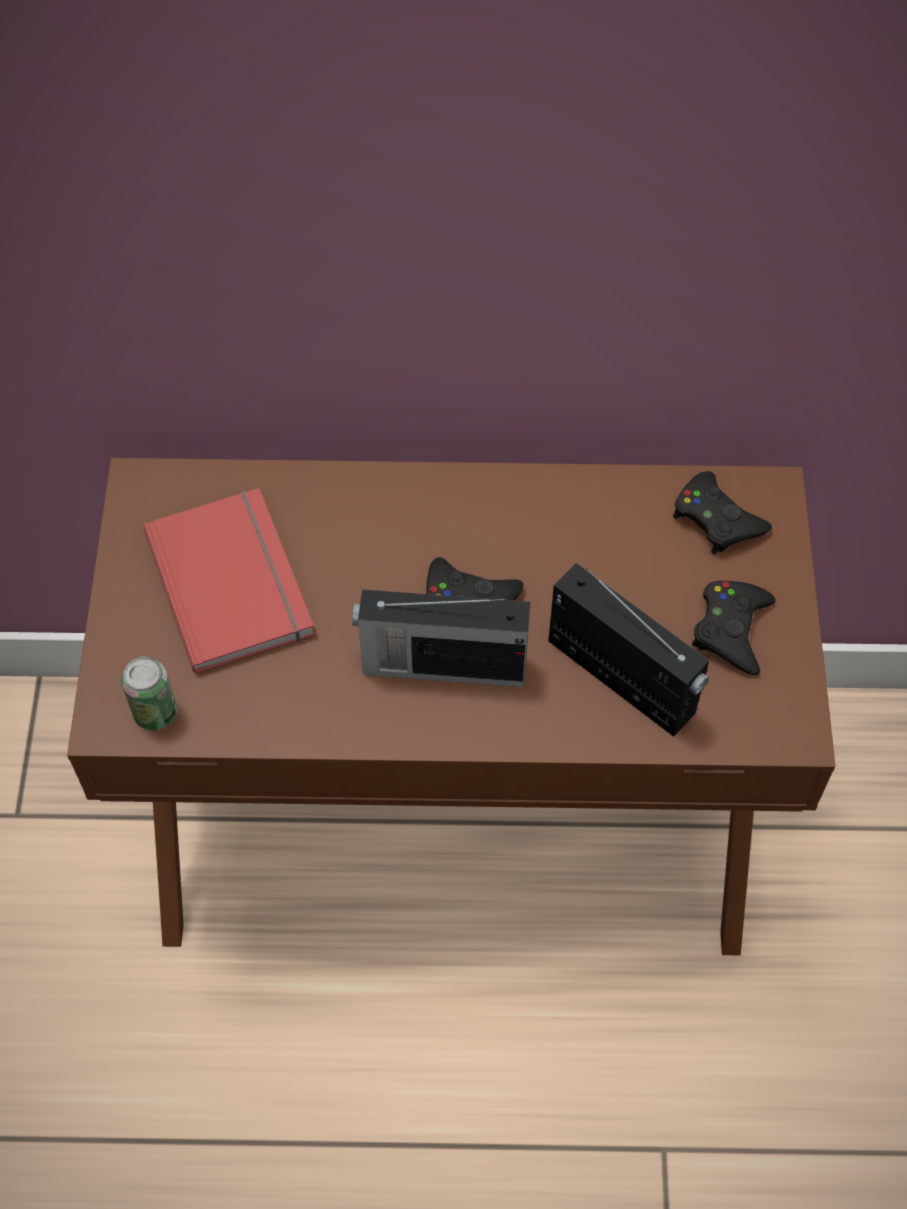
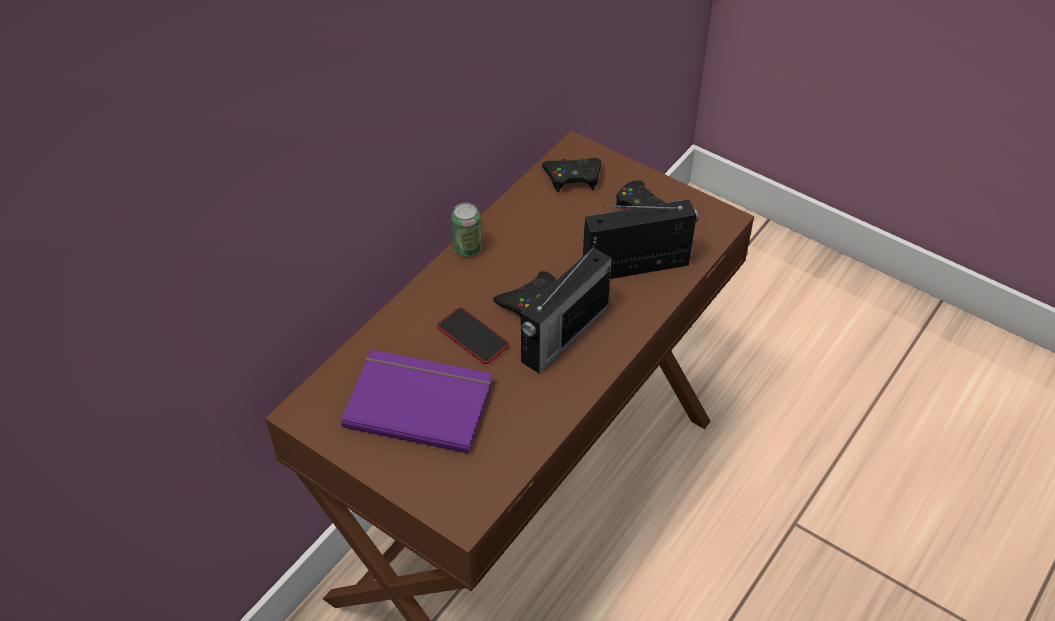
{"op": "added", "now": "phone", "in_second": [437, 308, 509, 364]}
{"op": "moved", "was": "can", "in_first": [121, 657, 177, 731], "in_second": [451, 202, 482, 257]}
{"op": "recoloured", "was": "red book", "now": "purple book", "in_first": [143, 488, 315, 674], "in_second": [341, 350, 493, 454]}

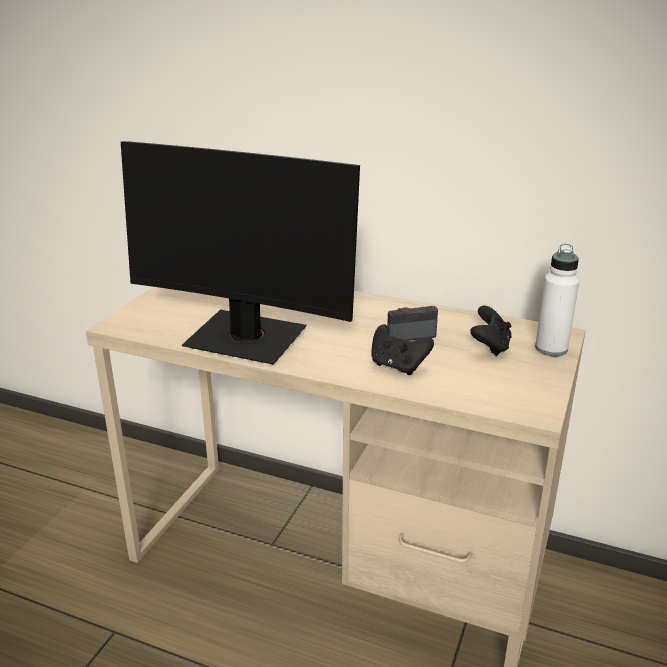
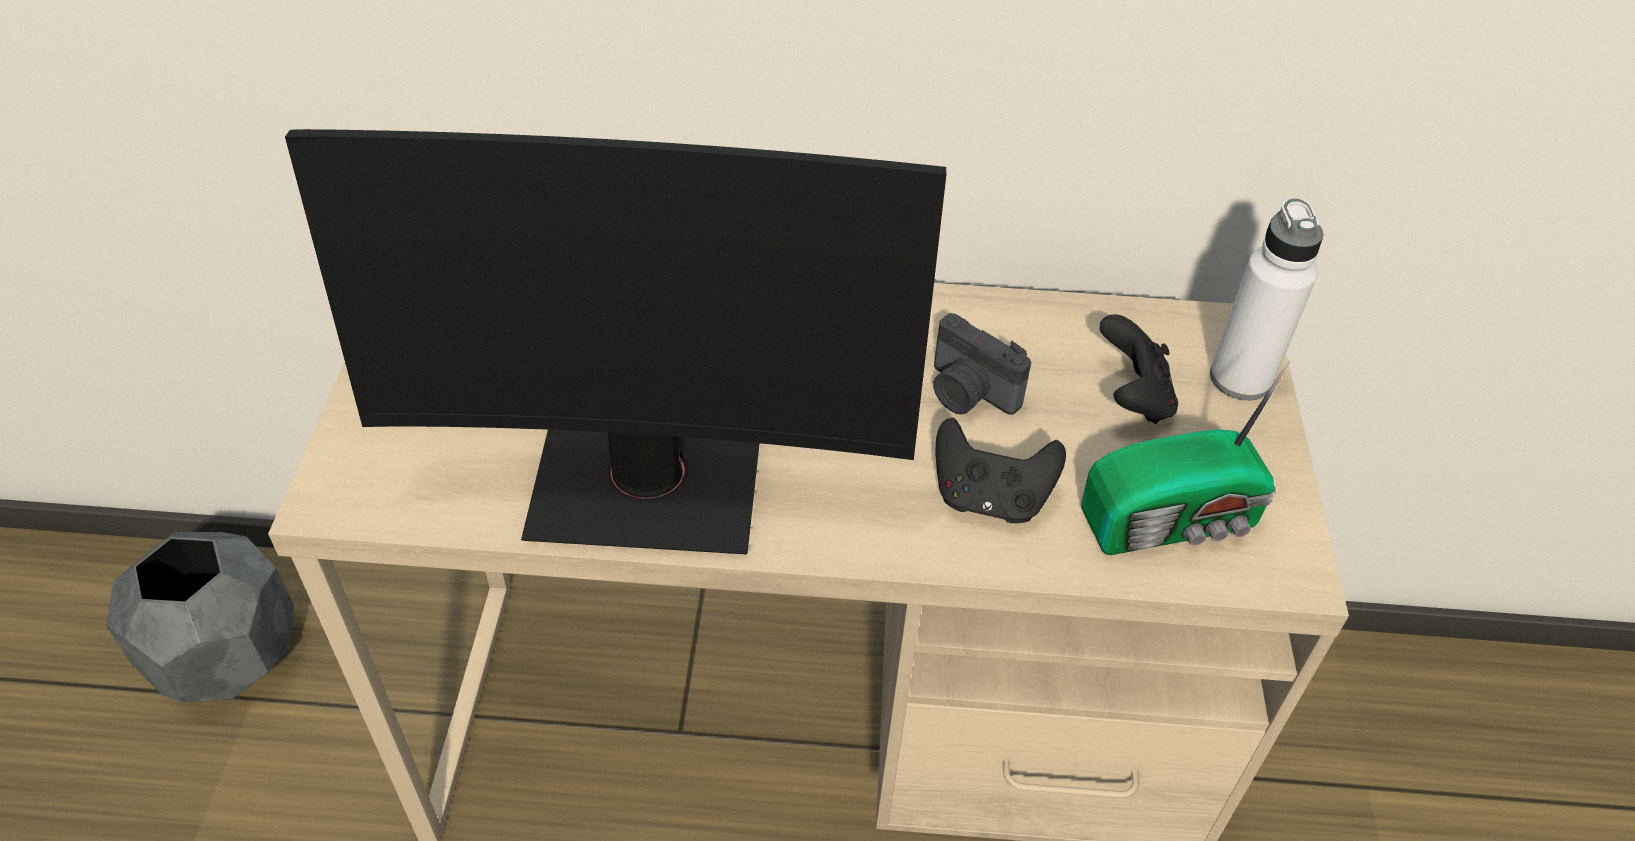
{"op": "added", "now": "grey planter", "in_second": [106, 532, 294, 703]}
{"op": "added", "now": "radio", "in_second": [1081, 362, 1290, 555]}
{"op": "turned", "was": "photo camera", "in_first": [387, 306, 438, 341], "in_second": [933, 313, 1031, 415], "clockwise": -105}

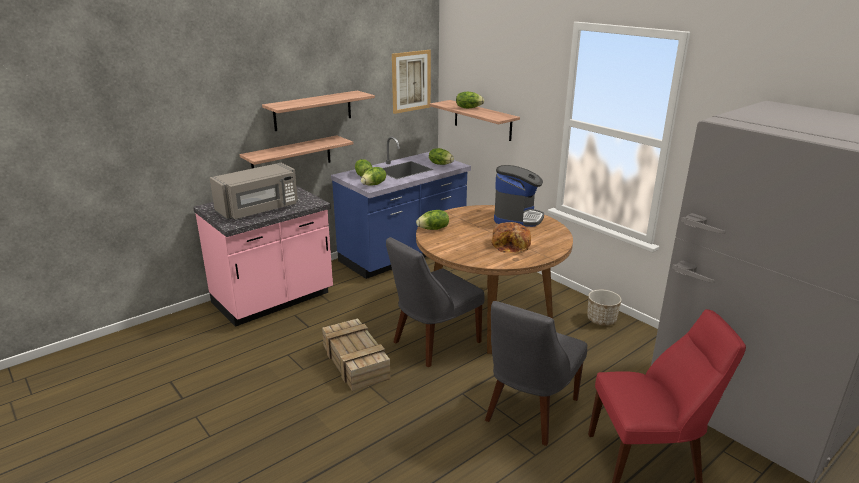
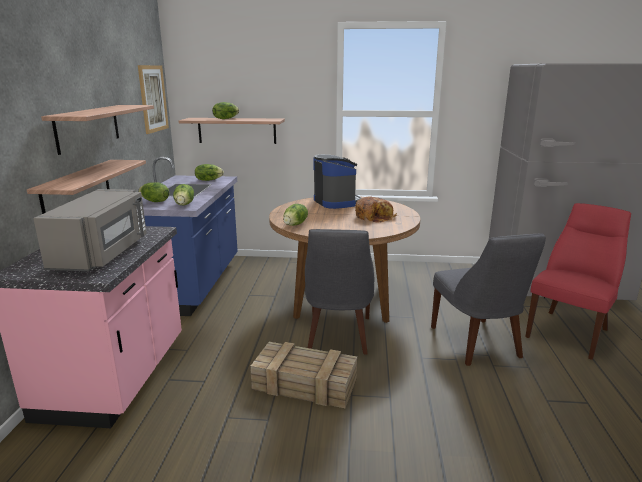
{"op": "removed", "was": "planter", "in_first": [587, 290, 622, 326]}

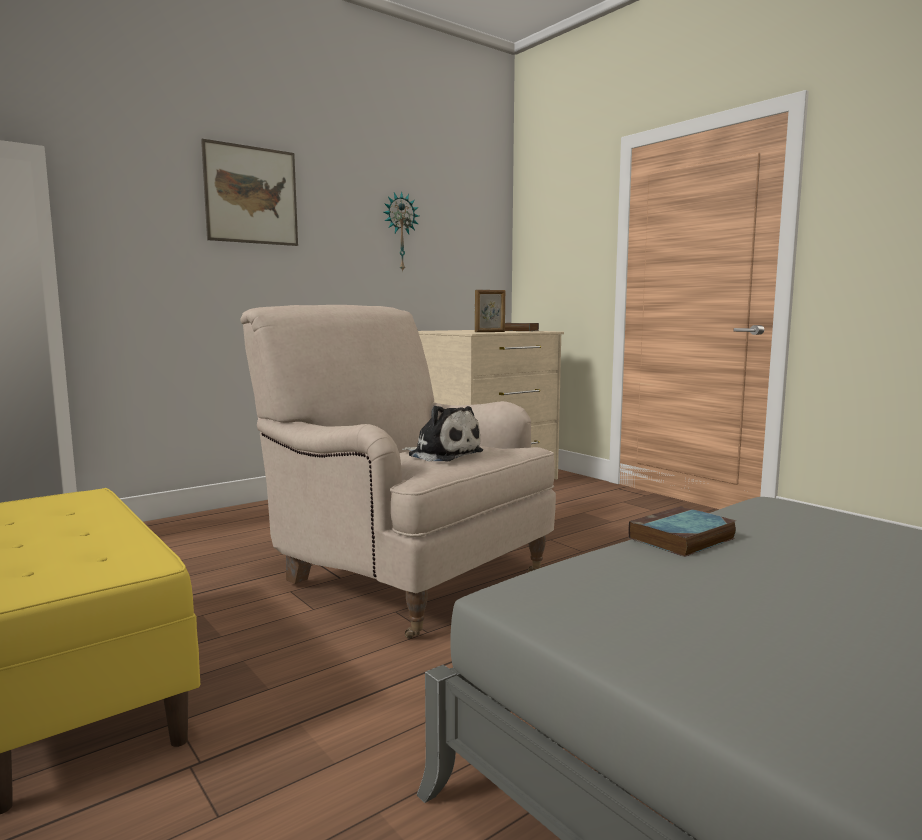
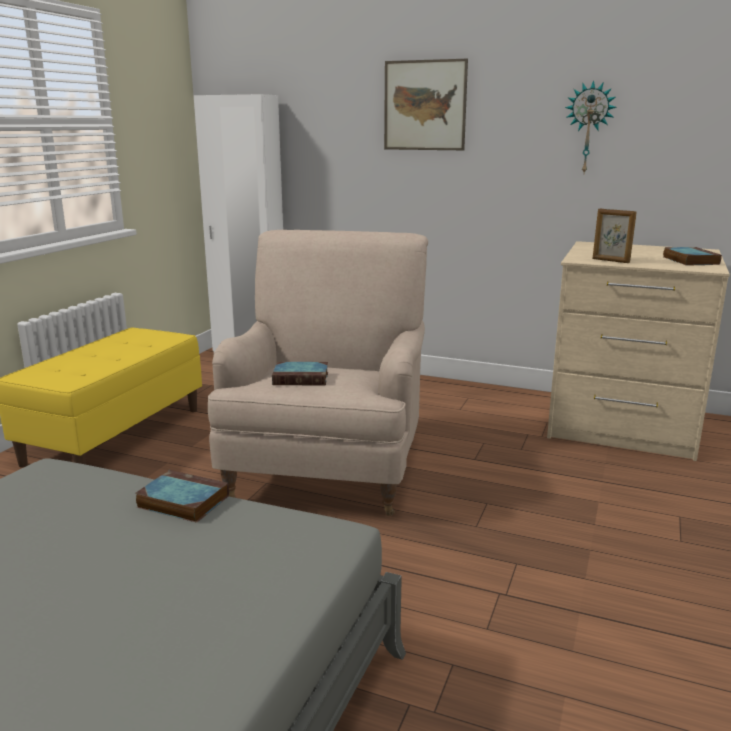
{"op": "replaced", "was": "plush toy", "now": "book", "in_first": [402, 406, 483, 462], "in_second": [272, 362, 328, 385]}

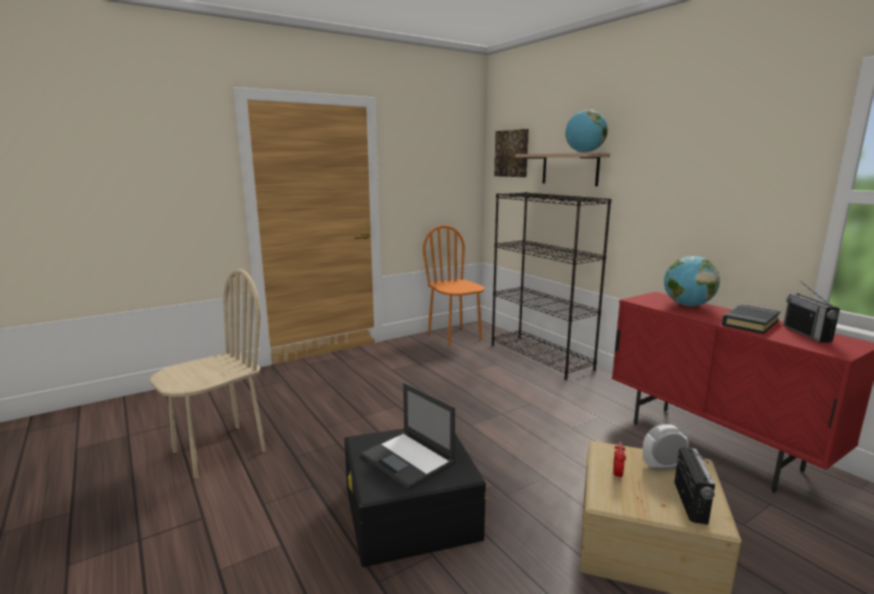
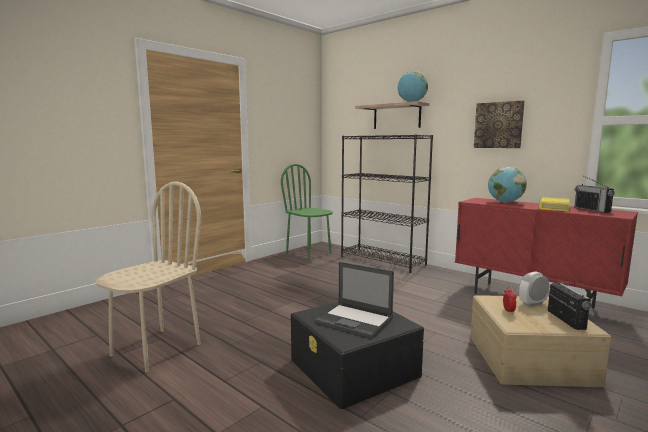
{"op": "moved", "was": "picture", "in_first": [494, 129, 529, 177], "in_second": [474, 100, 524, 148]}
{"op": "recoloured", "was": "orange chair", "now": "green chair", "in_first": [423, 225, 485, 346], "in_second": [281, 164, 333, 260]}
{"op": "recoloured", "was": "black book", "now": "yellow book", "in_first": [722, 304, 781, 334], "in_second": [539, 197, 569, 211]}

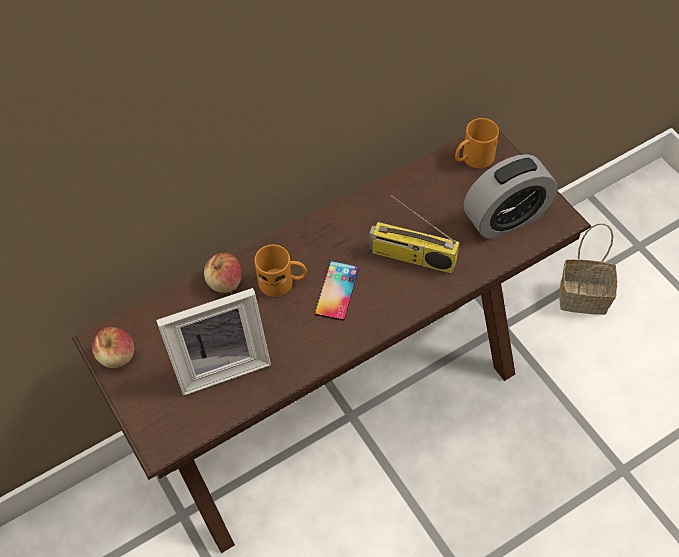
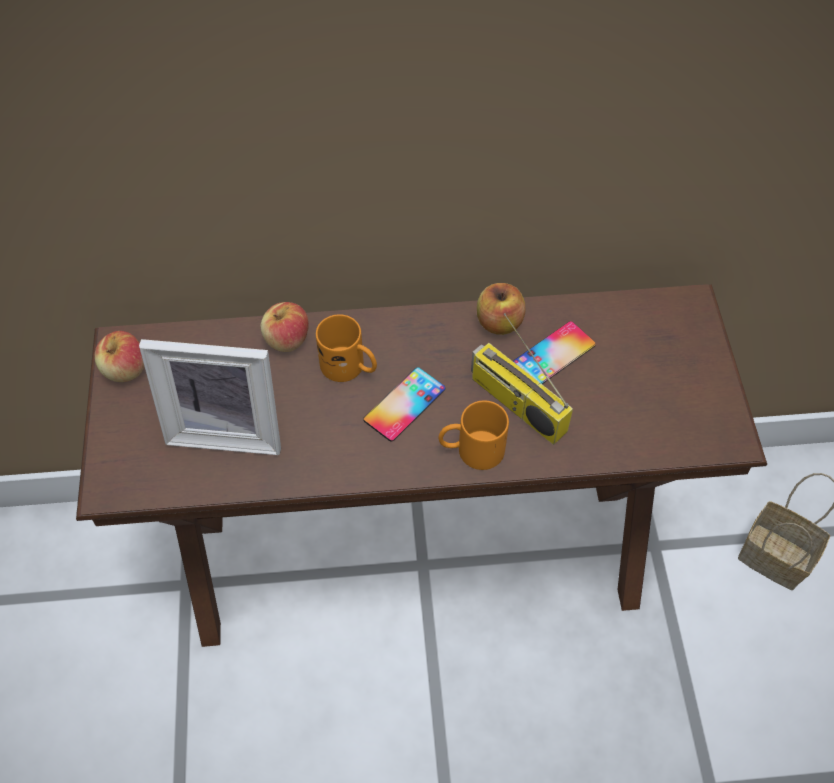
{"op": "removed", "was": "alarm clock", "in_first": [464, 154, 557, 239]}
{"op": "added", "now": "apple", "in_second": [477, 283, 525, 335]}
{"op": "added", "now": "phone", "in_second": [513, 321, 596, 384]}
{"op": "moved", "was": "orange mug", "in_first": [455, 118, 499, 168], "in_second": [439, 401, 509, 470]}

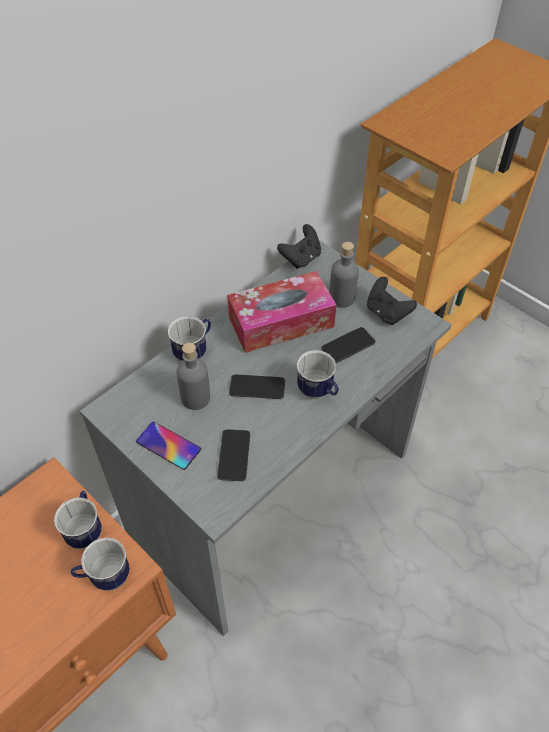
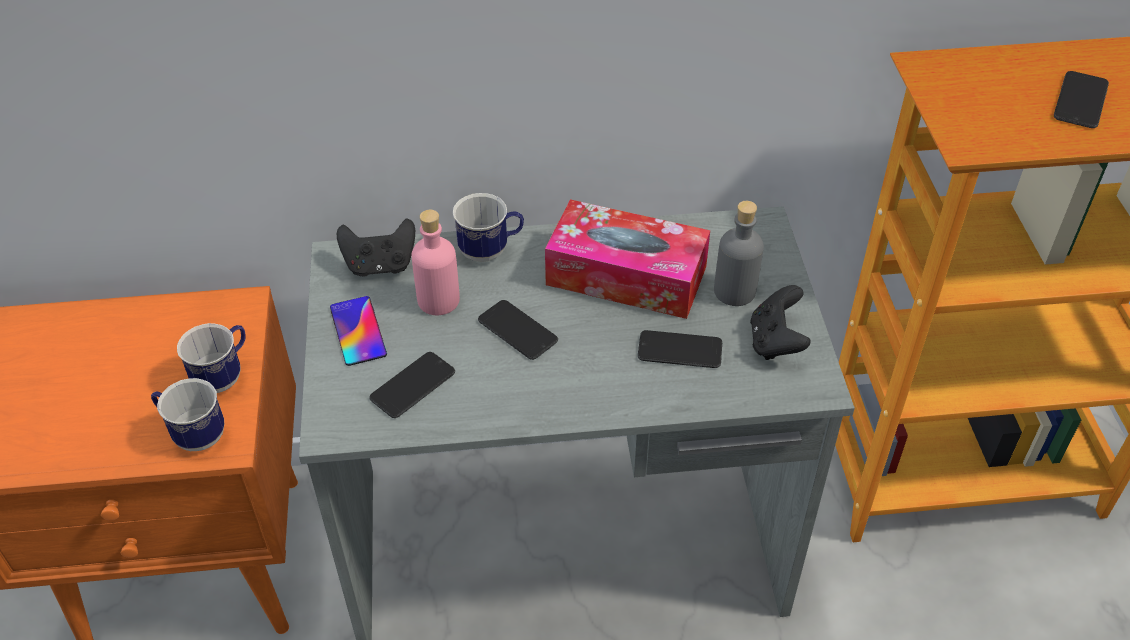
{"op": "removed", "was": "mug", "in_first": [297, 350, 339, 399]}
{"op": "added", "now": "phone", "in_second": [1054, 71, 1109, 128]}
{"op": "moved", "was": "black game controller", "in_first": [277, 224, 321, 269], "in_second": [337, 218, 415, 277]}
{"op": "recoloured", "was": "grey bottle", "now": "pink bottle", "in_first": [177, 343, 210, 410], "in_second": [411, 210, 460, 315]}

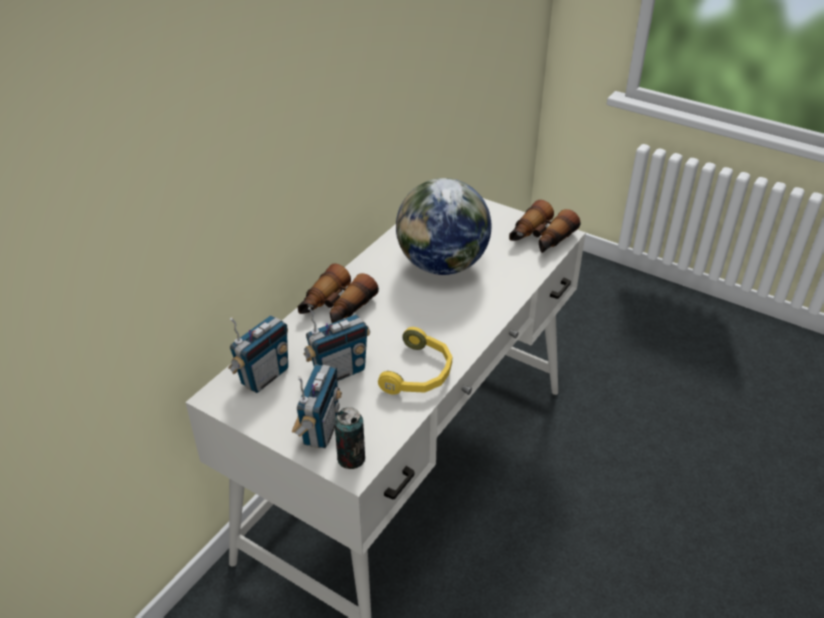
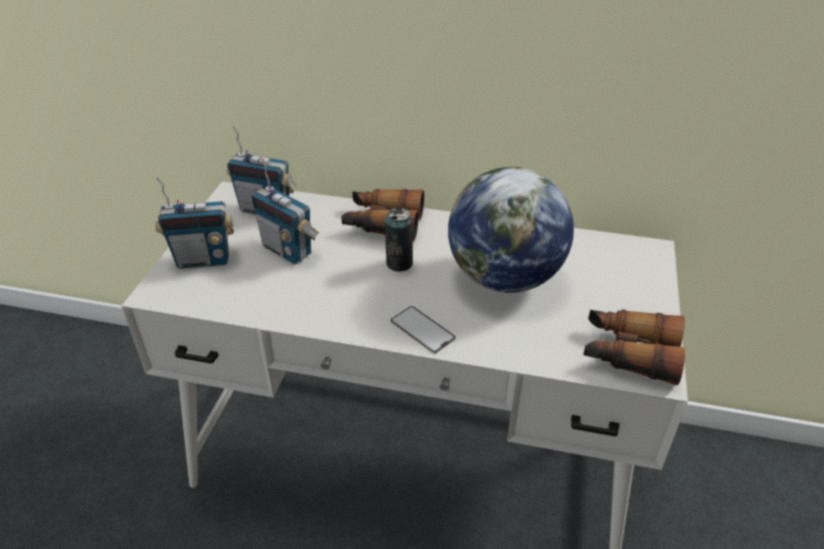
{"op": "removed", "was": "yellow headphones", "in_first": [378, 327, 452, 395]}
{"op": "added", "now": "phone", "in_second": [391, 306, 456, 354]}
{"op": "moved", "was": "can", "in_first": [334, 407, 365, 469], "in_second": [385, 207, 413, 272]}

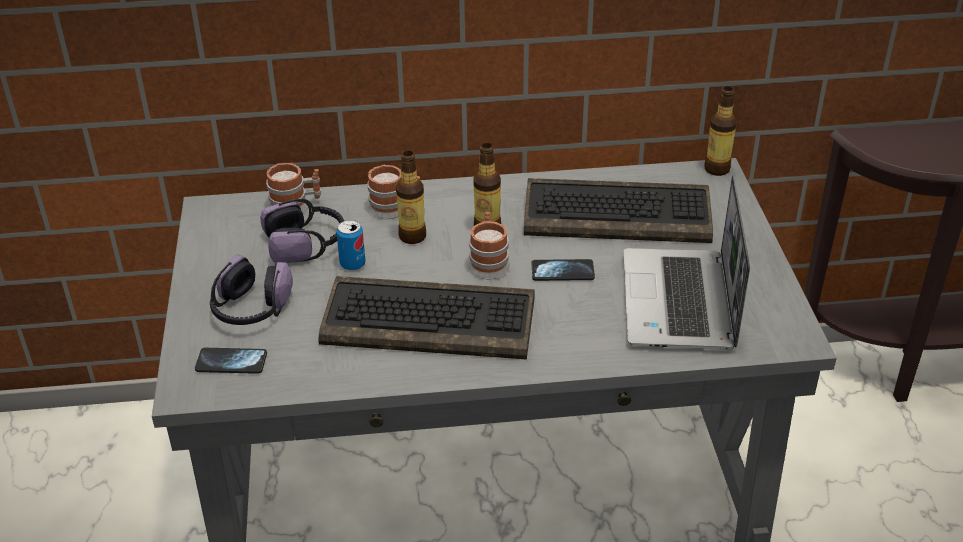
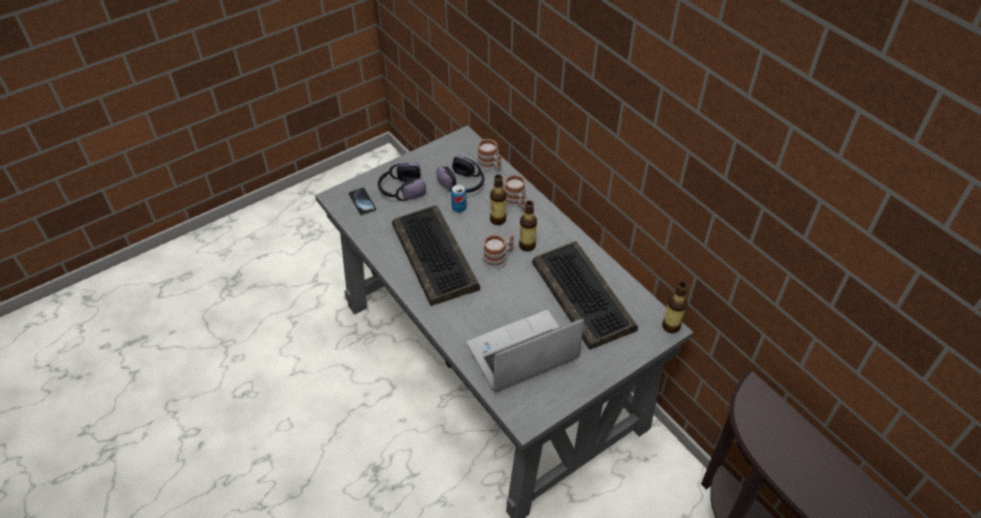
{"op": "removed", "was": "phone", "in_first": [532, 259, 595, 281]}

